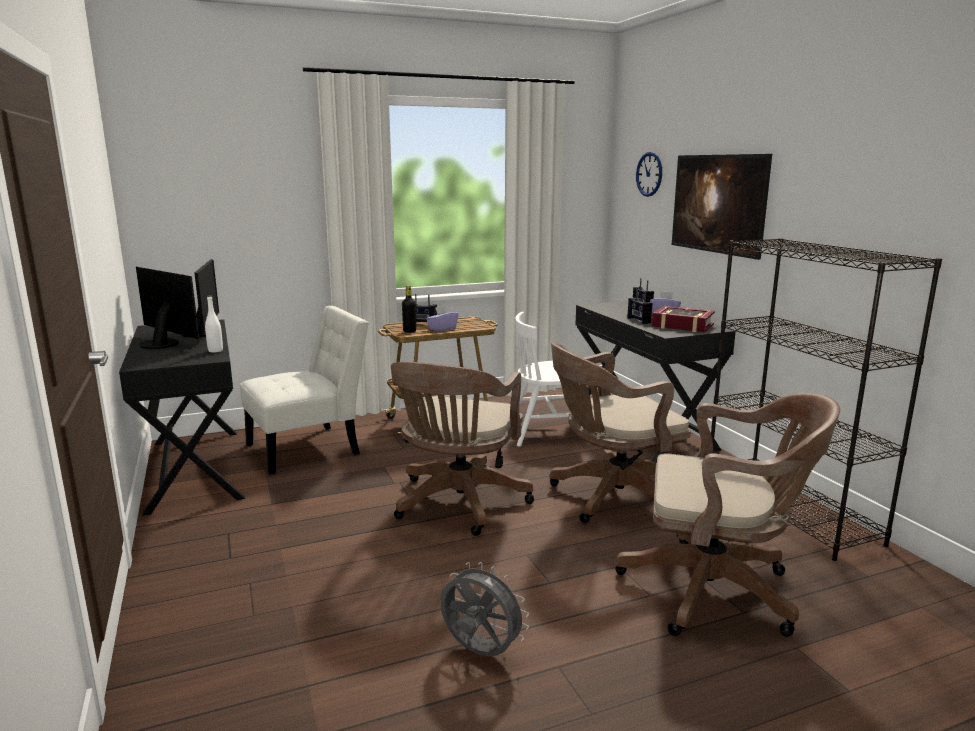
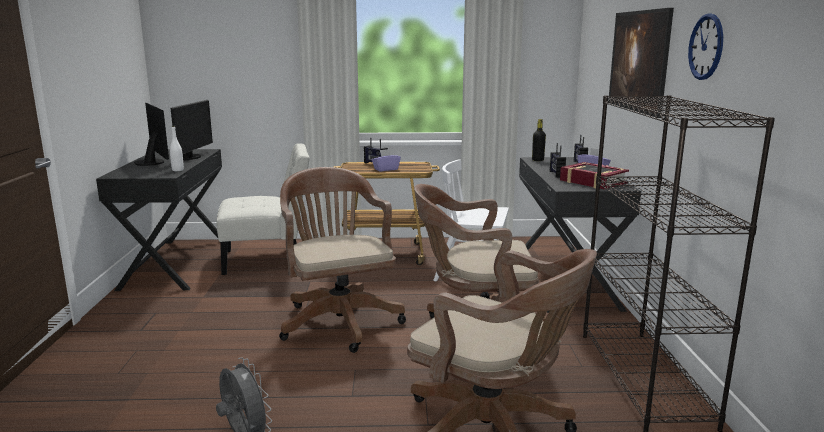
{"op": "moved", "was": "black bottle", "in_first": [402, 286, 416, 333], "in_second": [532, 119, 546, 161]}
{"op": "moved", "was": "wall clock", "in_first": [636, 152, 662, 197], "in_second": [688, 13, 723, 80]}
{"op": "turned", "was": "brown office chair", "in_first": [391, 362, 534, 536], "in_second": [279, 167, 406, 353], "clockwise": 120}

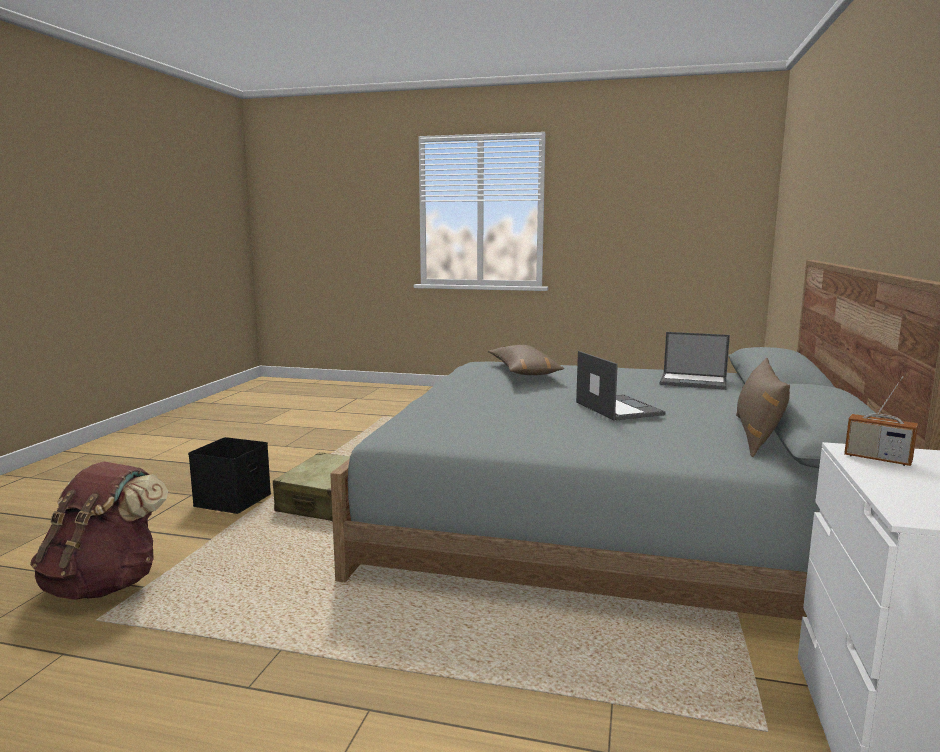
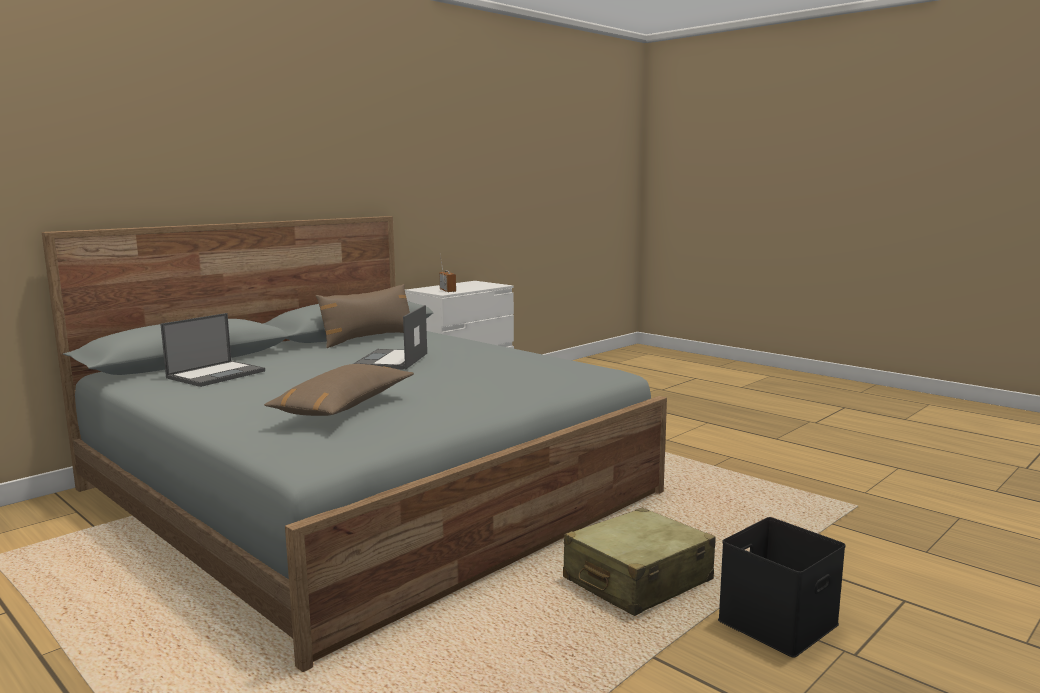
{"op": "removed", "was": "brown backpack", "in_first": [30, 461, 168, 600]}
{"op": "turned", "was": "laptop", "in_first": [660, 332, 730, 390], "in_second": [160, 313, 265, 387], "clockwise": 75}

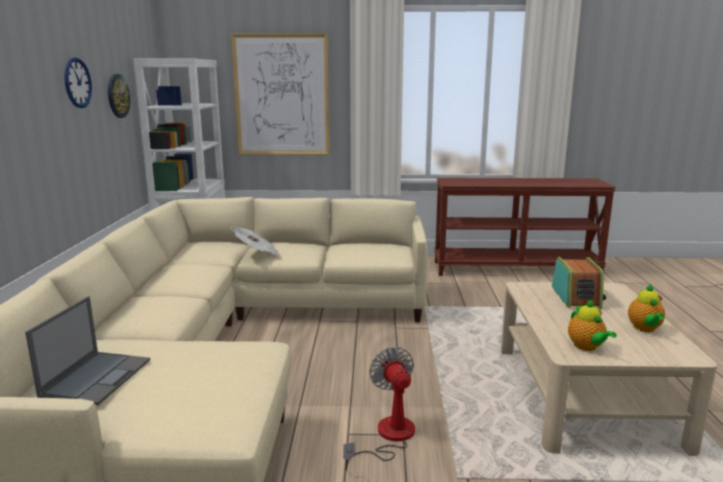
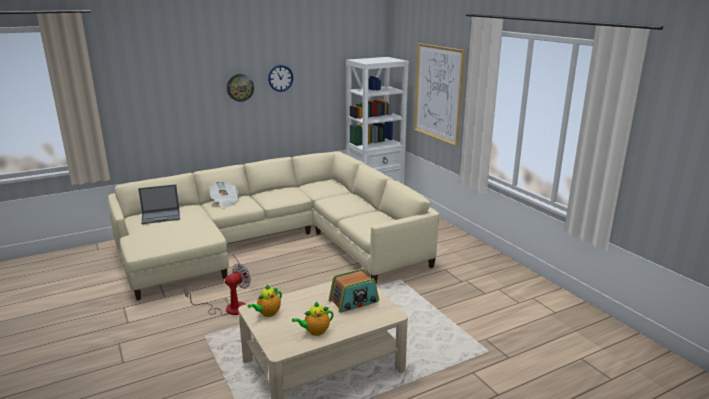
{"op": "removed", "was": "brown console table", "in_first": [434, 178, 616, 276]}
{"op": "moved", "was": "wall clock", "in_first": [108, 74, 130, 118], "in_second": [227, 74, 254, 102]}
{"op": "moved", "was": "newspaper", "in_first": [231, 227, 279, 255], "in_second": [210, 181, 240, 208]}

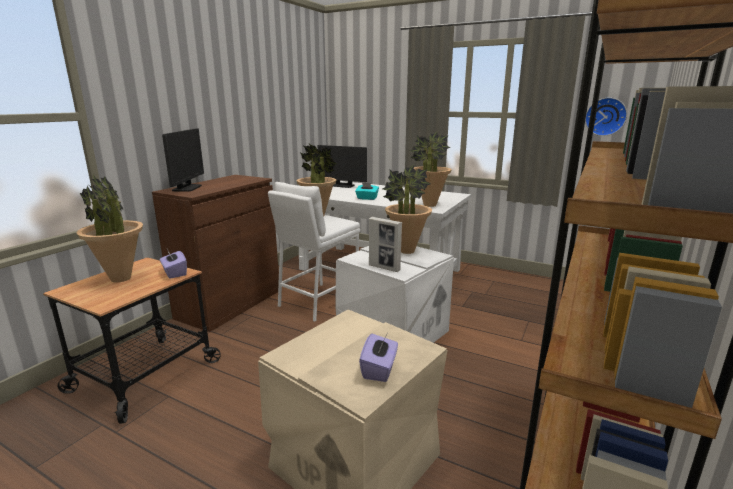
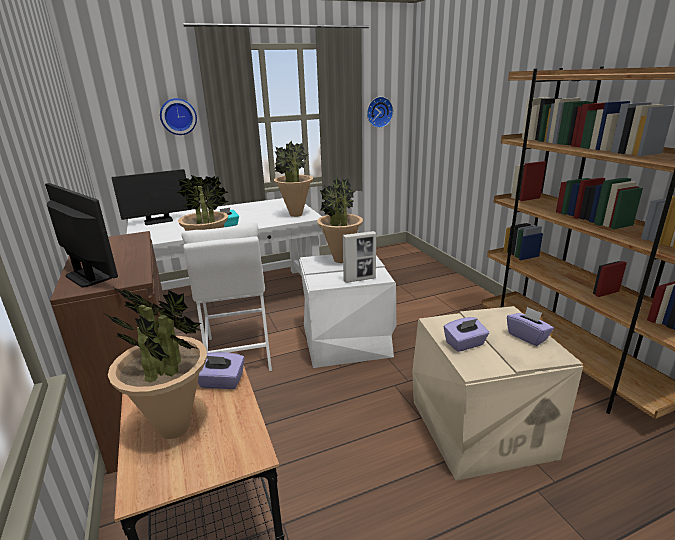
{"op": "added", "now": "wall clock", "in_second": [160, 98, 197, 135]}
{"op": "added", "now": "purple tissue box", "in_second": [444, 317, 489, 352]}

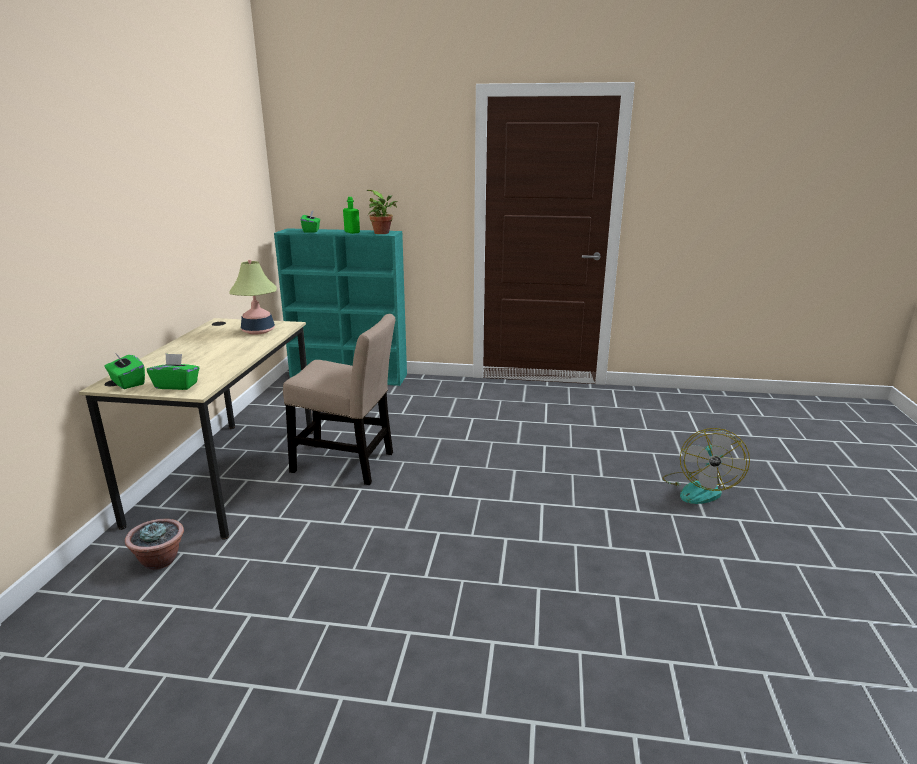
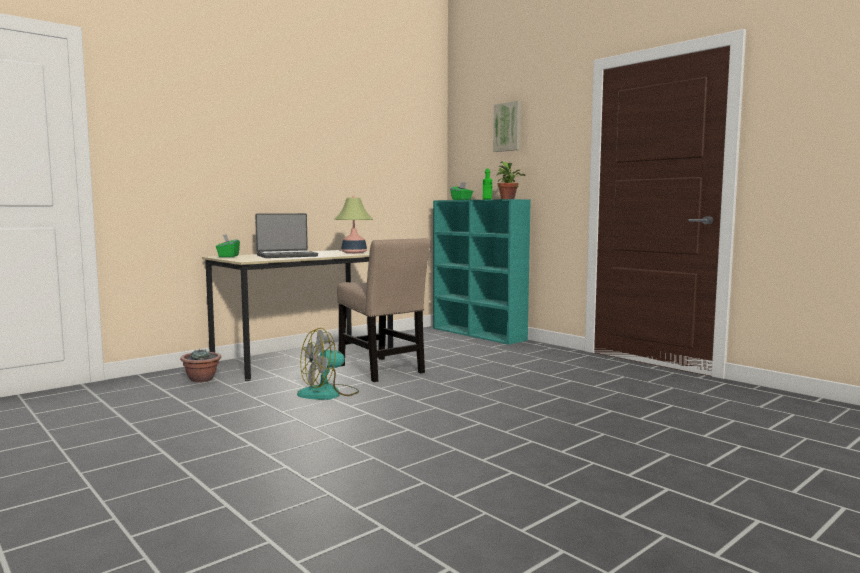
{"op": "removed", "was": "green tissue box", "in_first": [147, 353, 199, 390]}
{"op": "added", "now": "laptop", "in_second": [255, 213, 318, 258]}
{"op": "added", "now": "picture", "in_second": [493, 101, 521, 152]}
{"op": "moved", "was": "fan", "in_first": [662, 428, 750, 504], "in_second": [297, 328, 359, 400]}

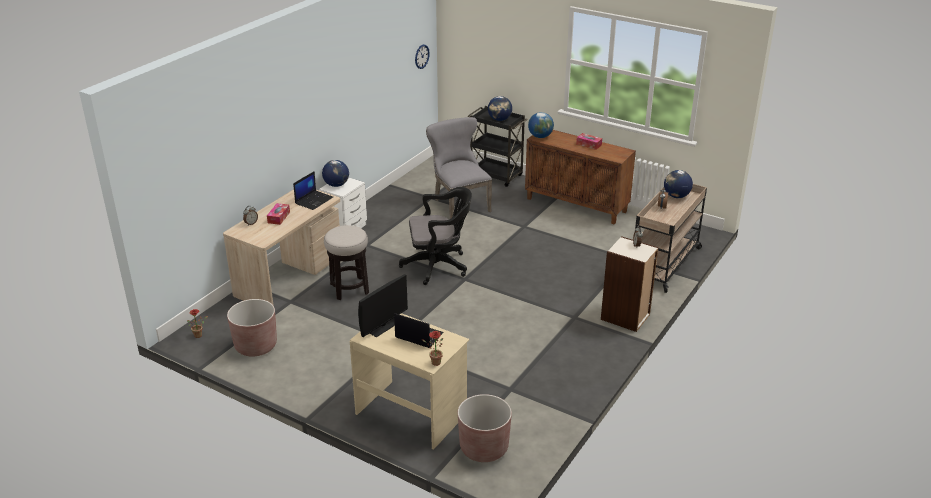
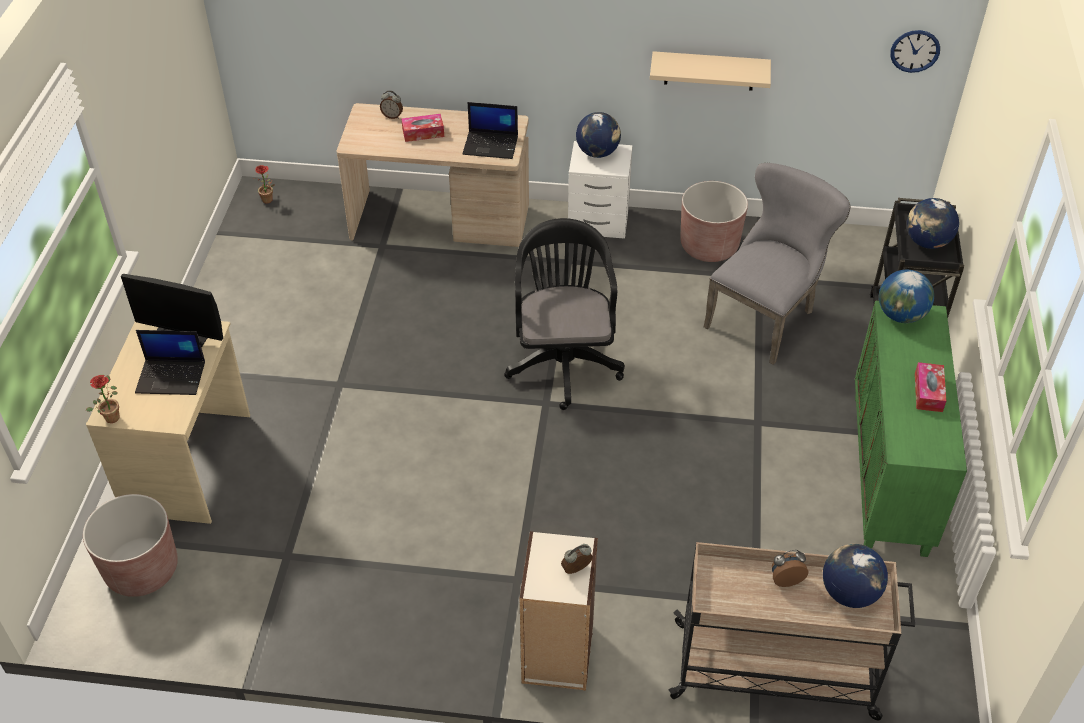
{"op": "removed", "was": "stool", "in_first": [324, 225, 369, 300]}
{"op": "added", "now": "beige shelf", "in_second": [650, 51, 771, 91]}
{"op": "moved", "was": "brown planter", "in_first": [227, 299, 277, 357], "in_second": [681, 181, 748, 262]}
{"op": "recoloured", "was": "brown cabinet", "now": "green cabinet", "in_first": [525, 130, 636, 225], "in_second": [855, 301, 967, 557]}
{"op": "turned", "was": "laptop", "in_first": [394, 313, 444, 348], "in_second": [135, 330, 205, 395], "clockwise": 90}
{"op": "turned", "was": "black office chair", "in_first": [399, 187, 472, 285], "in_second": [504, 218, 625, 410], "clockwise": -150}

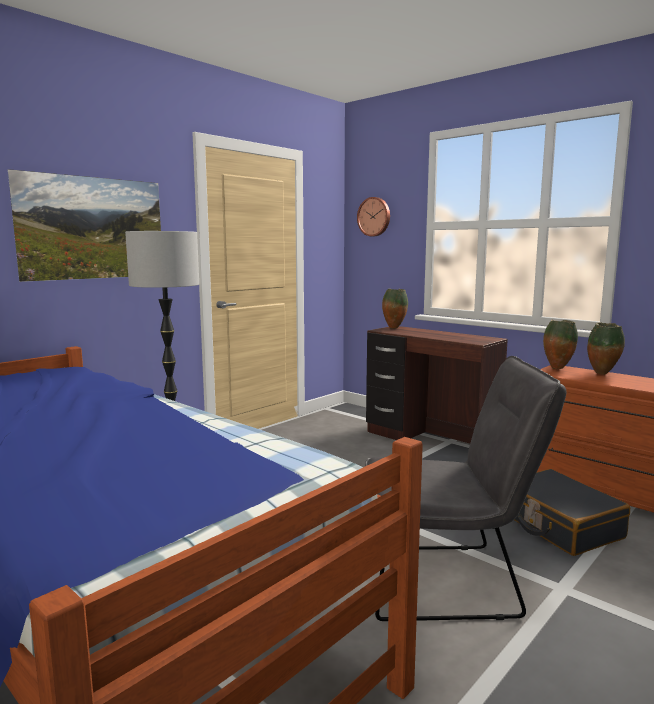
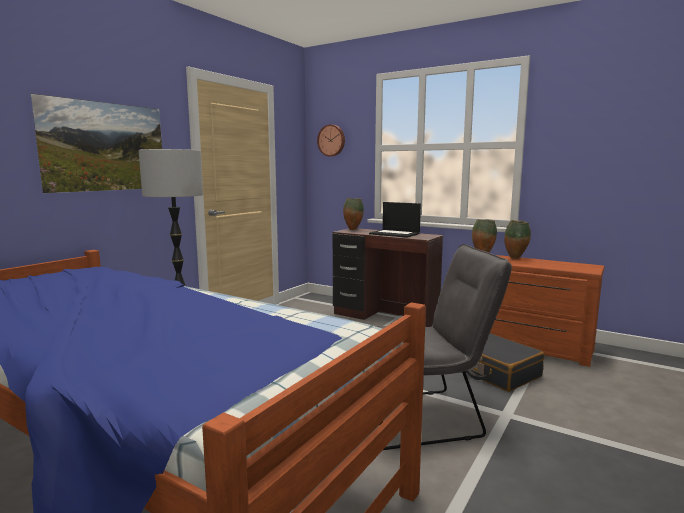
{"op": "added", "now": "laptop", "in_second": [369, 202, 421, 238]}

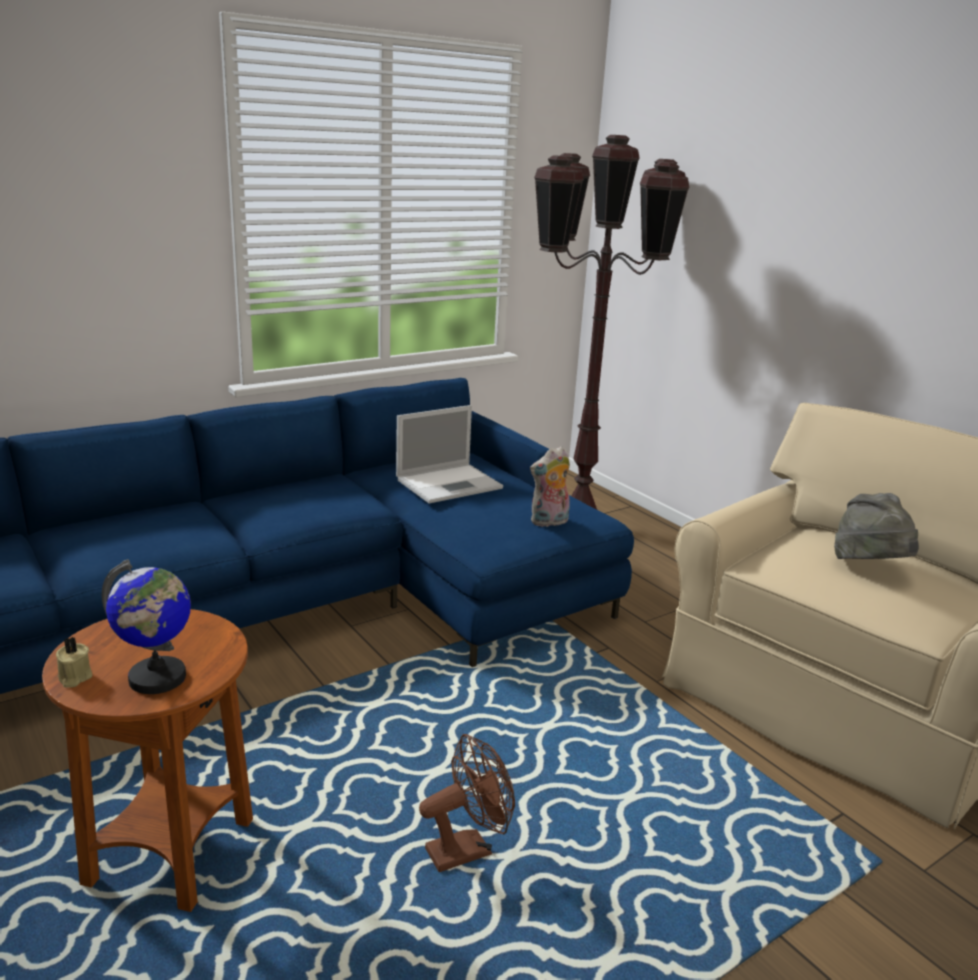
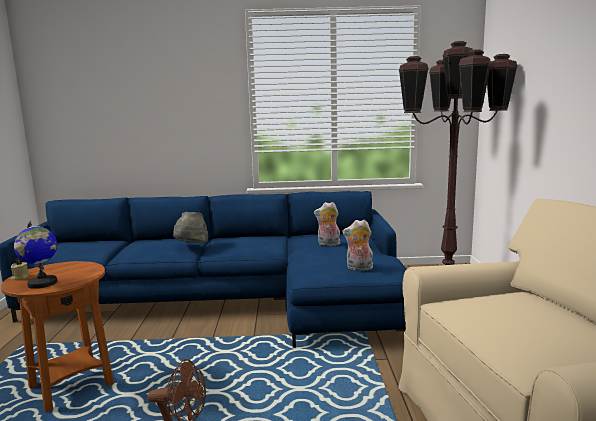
{"op": "moved", "was": "grey hat", "in_first": [834, 493, 919, 559], "in_second": [173, 212, 208, 243]}
{"op": "replaced", "was": "laptop", "now": "plush toy", "in_first": [396, 405, 503, 503], "in_second": [314, 202, 340, 246]}

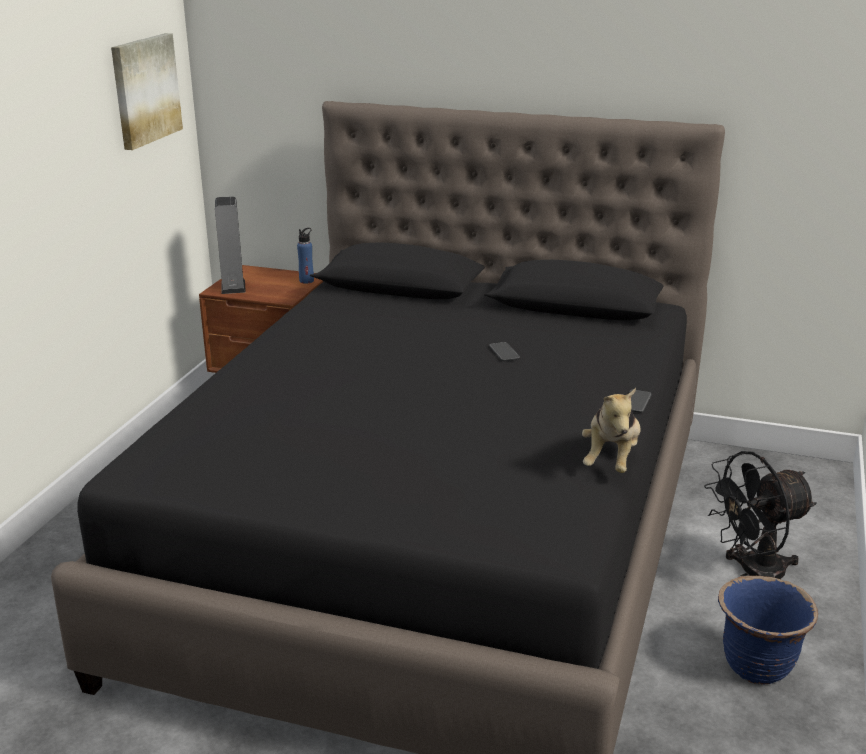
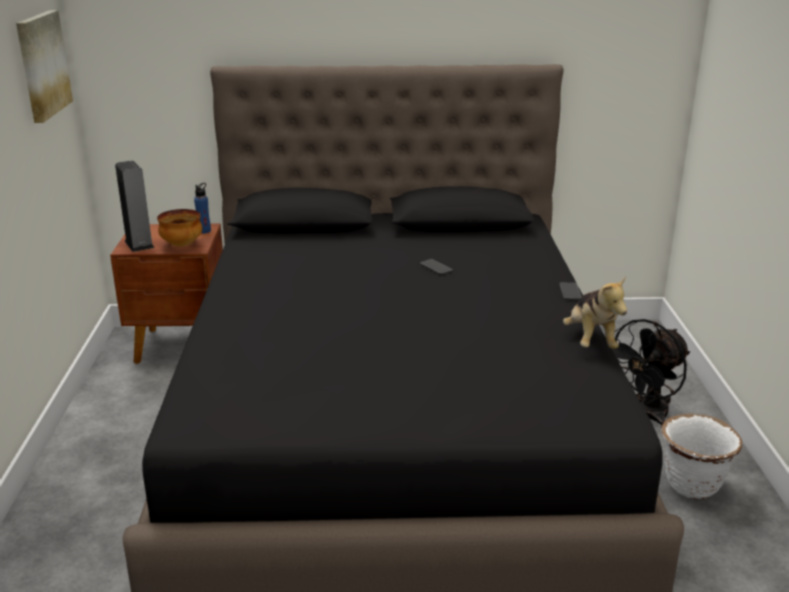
{"op": "added", "now": "bowl", "in_second": [157, 209, 202, 246]}
{"op": "recoloured", "was": "blue planter", "now": "white planter", "in_first": [718, 576, 818, 685], "in_second": [662, 414, 742, 499]}

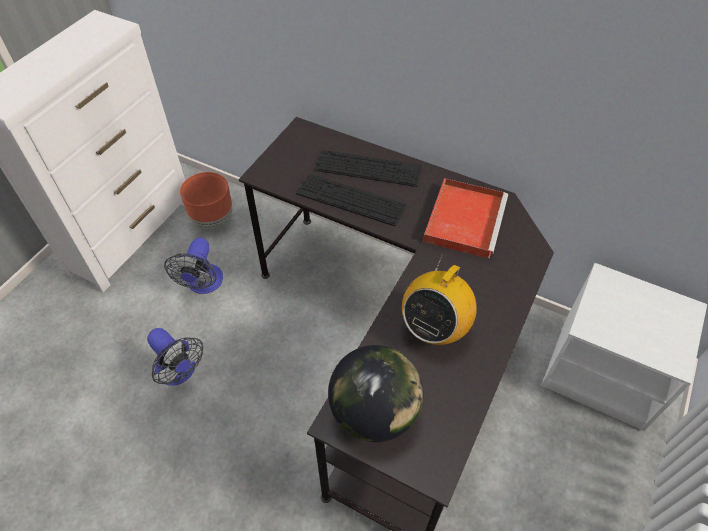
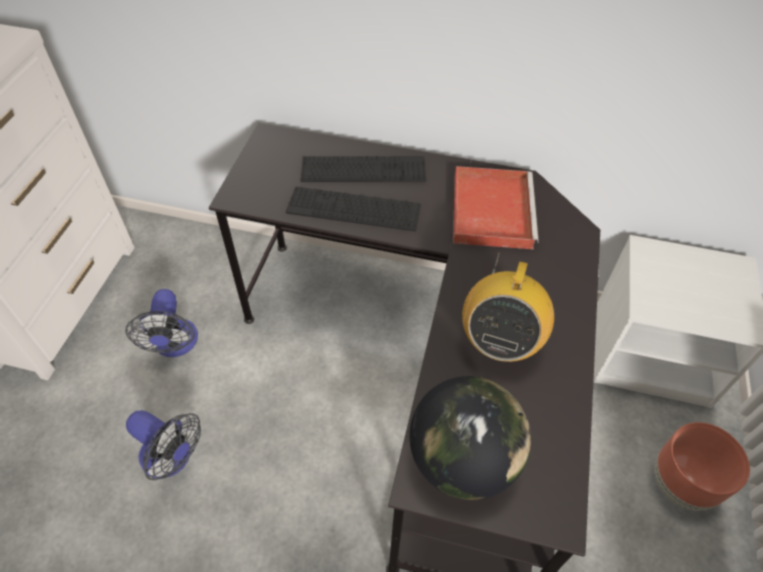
{"op": "moved", "was": "brown planter", "in_first": [180, 172, 233, 230], "in_second": [654, 422, 750, 511]}

